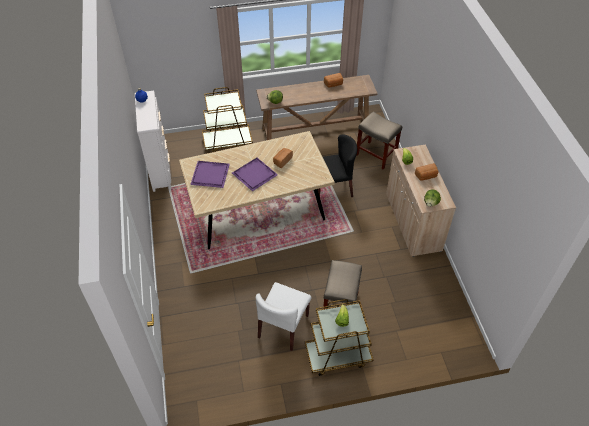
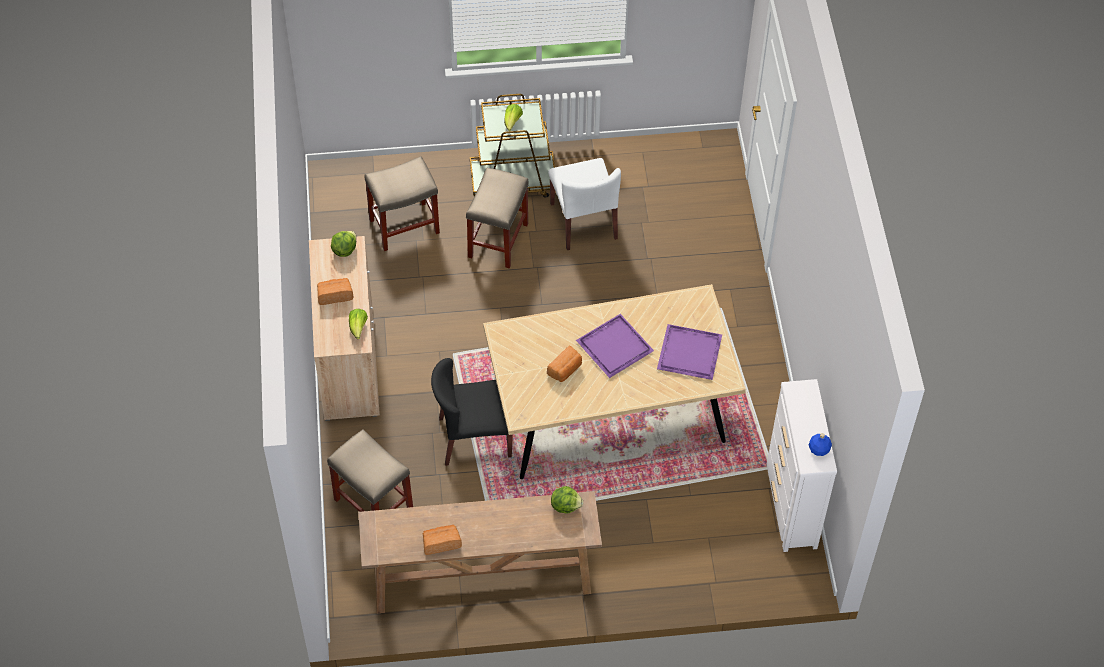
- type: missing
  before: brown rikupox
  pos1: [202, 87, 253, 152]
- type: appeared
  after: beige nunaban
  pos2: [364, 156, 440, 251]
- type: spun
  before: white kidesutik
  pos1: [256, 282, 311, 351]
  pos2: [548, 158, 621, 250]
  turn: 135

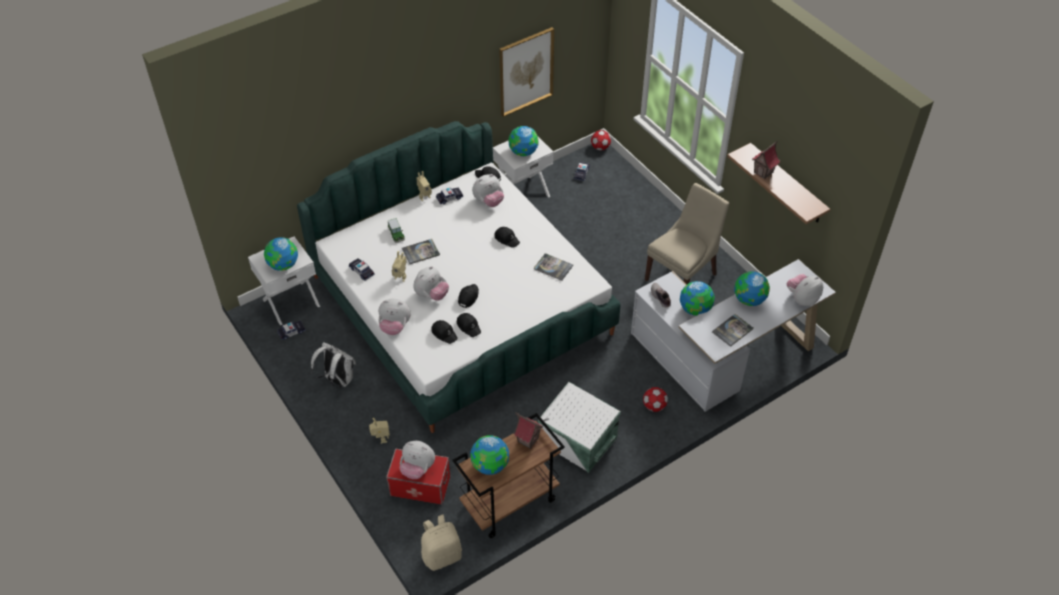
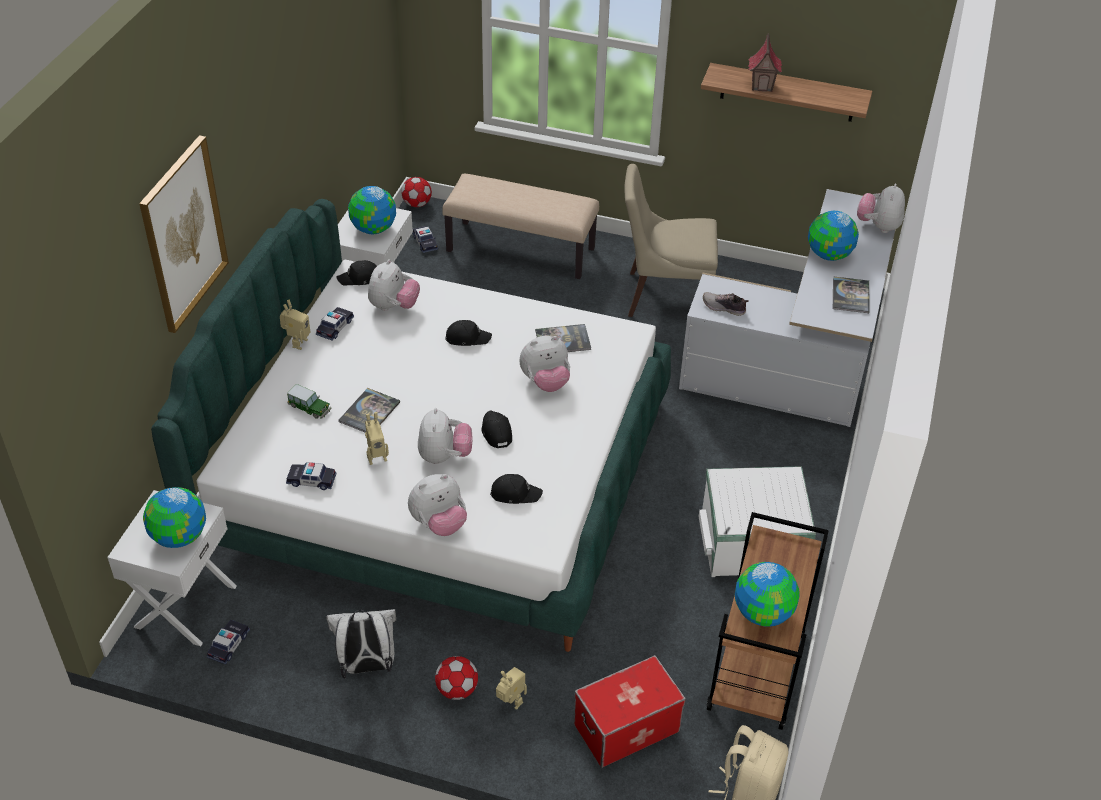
- type: missing
  before: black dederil
  pos1: [457, 313, 481, 337]
- type: missing
  before: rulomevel
  pos1: [513, 412, 543, 449]
- type: missing
  before: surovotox
  pos1: [680, 281, 715, 316]
- type: appeared
  after: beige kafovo
  pos2: [442, 173, 599, 279]
- type: relocated
  before: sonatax
  pos1: [399, 441, 435, 479]
  pos2: [519, 336, 570, 392]
- type: relocated
  before: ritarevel
  pos1: [499, 27, 554, 117]
  pos2: [139, 135, 229, 333]
- type: relocated
  before: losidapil
  pos1: [643, 387, 668, 412]
  pos2: [435, 656, 478, 700]
- type: spun
  before: beige kidesutik
  pos1: [645, 183, 729, 284]
  pos2: [625, 164, 718, 317]
  turn: -90

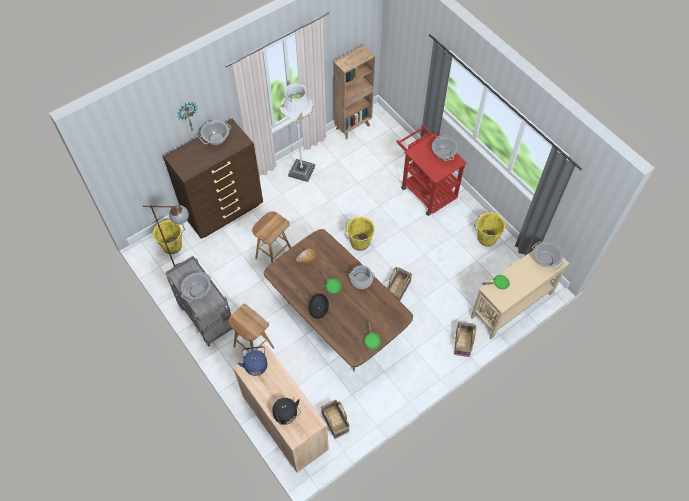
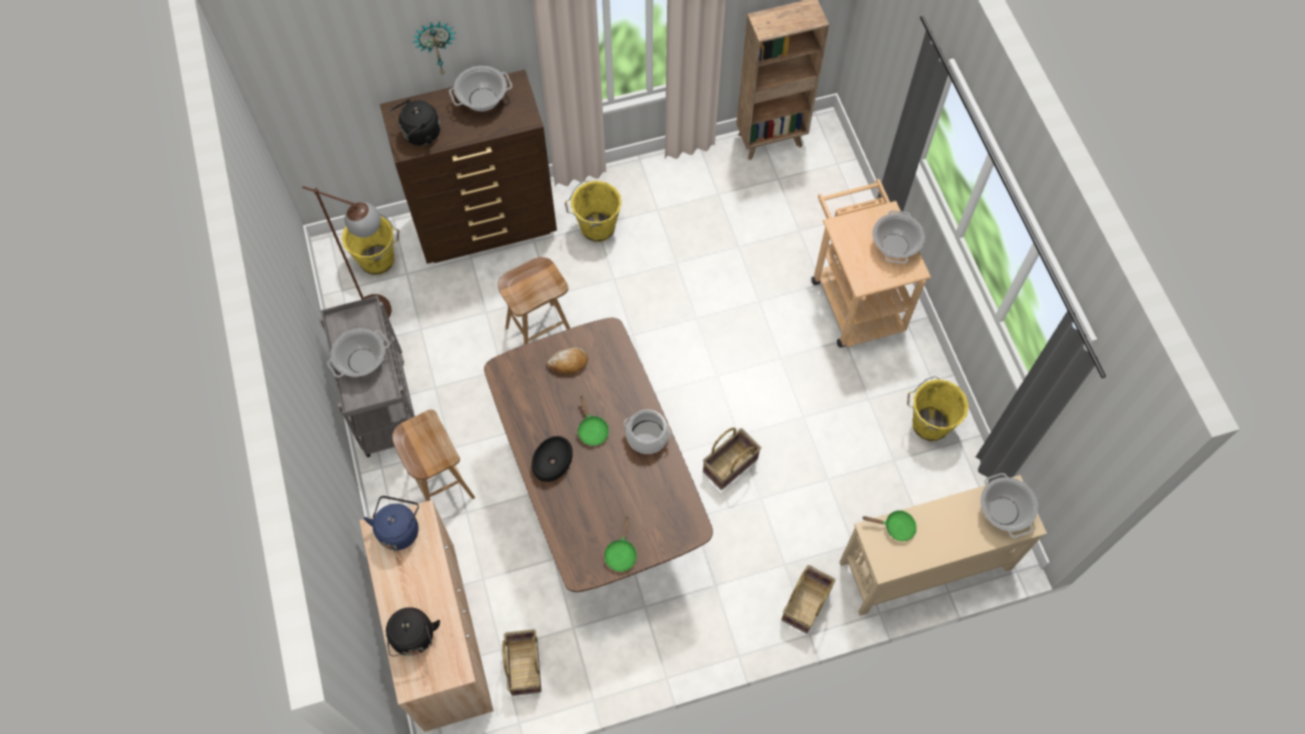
- type: missing
  before: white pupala
  pos1: [280, 83, 315, 182]
- type: appeared
  after: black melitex
  pos2: [390, 99, 440, 146]
- type: relocated
  before: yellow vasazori
  pos1: [344, 217, 375, 251]
  pos2: [565, 181, 622, 242]
- type: colour
  before: red rikupox
  after: beige rikupox
  pos1: [396, 125, 467, 216]
  pos2: [811, 179, 931, 348]

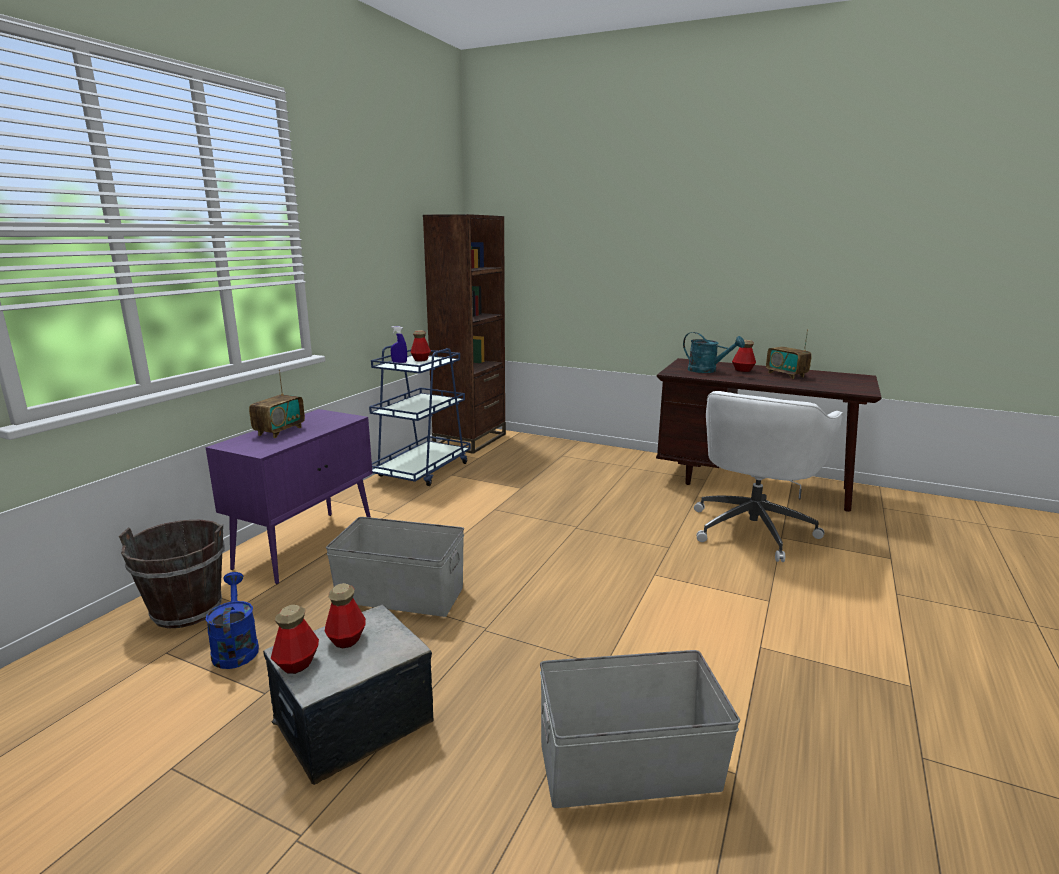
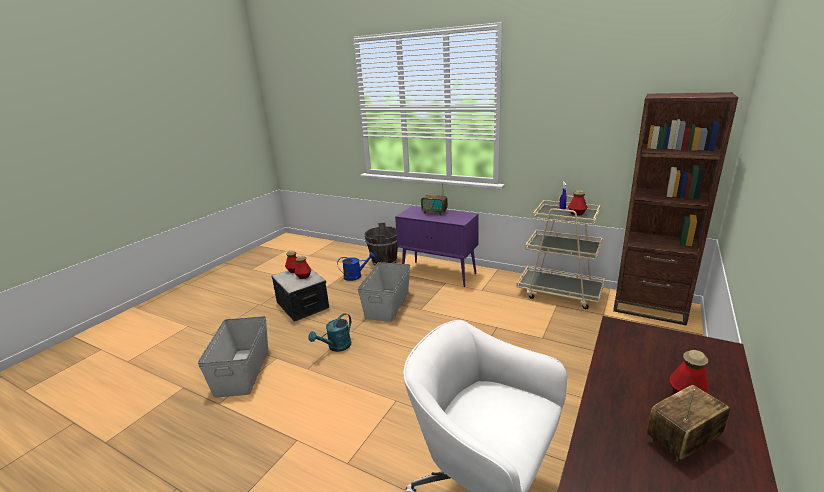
- type: relocated
  before: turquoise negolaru
  pos1: [683, 332, 745, 373]
  pos2: [309, 313, 351, 352]
- type: colour
  before: blue rikupox
  after: beige rikupox
  pos1: [369, 345, 471, 486]
  pos2: [517, 195, 605, 309]

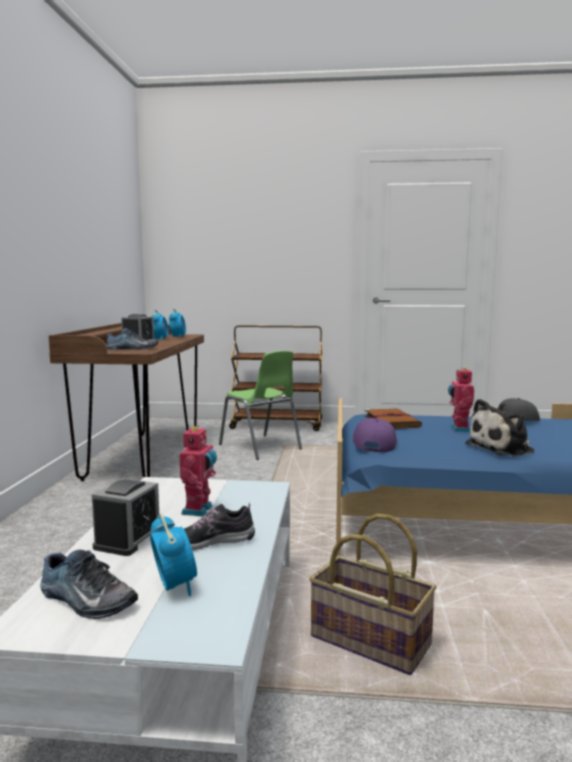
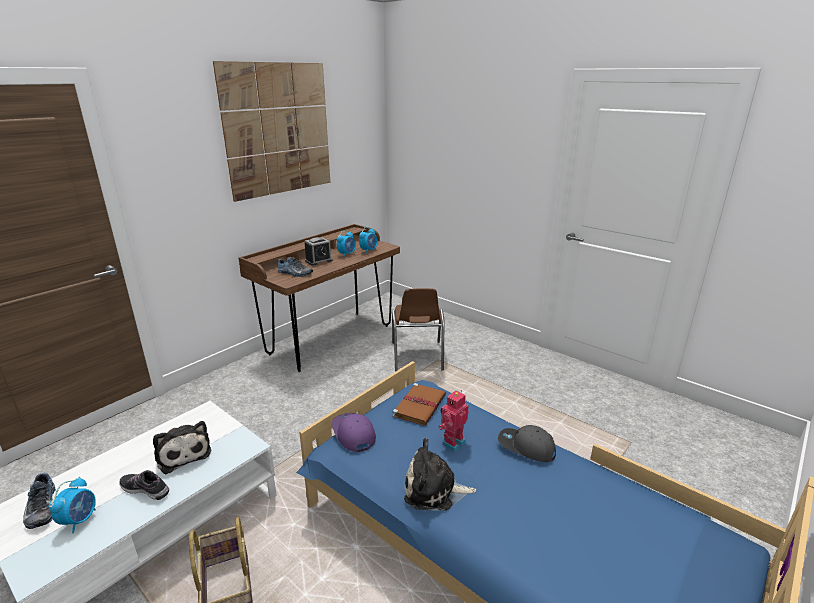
- type: missing
  before: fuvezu
  pos1: [92, 478, 159, 556]
- type: missing
  before: brown rikupox
  pos1: [229, 325, 322, 431]
- type: appeared
  after: ritarevel
  pos2: [213, 61, 330, 202]
- type: exchanged
  before: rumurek
  after: sonatax
  pos1: [179, 425, 217, 517]
  pos2: [153, 421, 211, 474]
- type: colour
  before: green kidesutik
  after: brown kidesutik
  pos1: [219, 351, 302, 460]
  pos2: [392, 288, 444, 372]
- type: spun
  before: purple dederil
  pos1: [353, 418, 397, 452]
  pos2: [332, 413, 376, 452]
  turn: -75

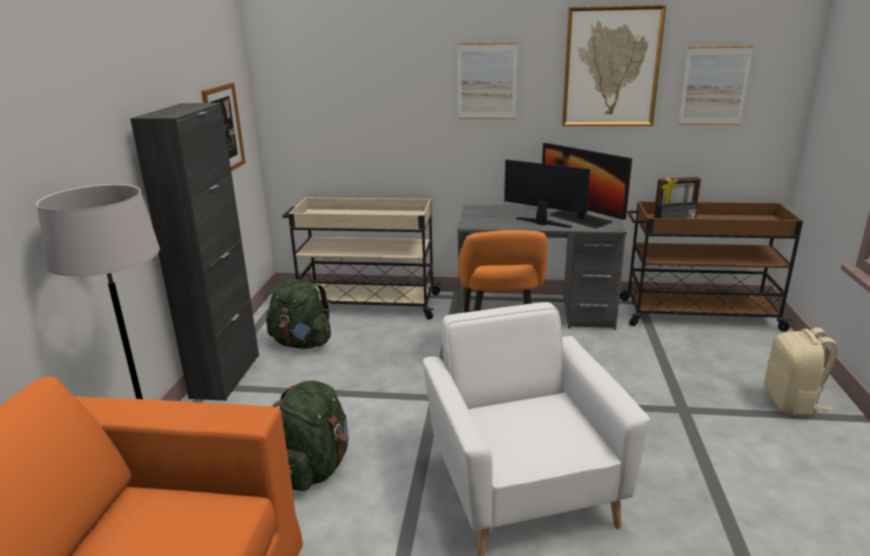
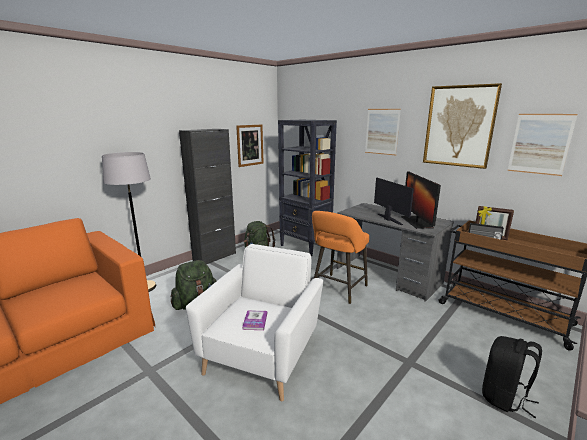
- type: appeared
  after: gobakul
  pos2: [242, 310, 267, 330]
- type: exchanged
  before: beige rikupox
  after: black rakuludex
  pos1: [282, 198, 441, 320]
  pos2: [278, 120, 337, 257]
- type: colour
  before: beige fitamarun
  after: black fitamarun
  pos1: [764, 328, 838, 416]
  pos2: [482, 336, 542, 418]

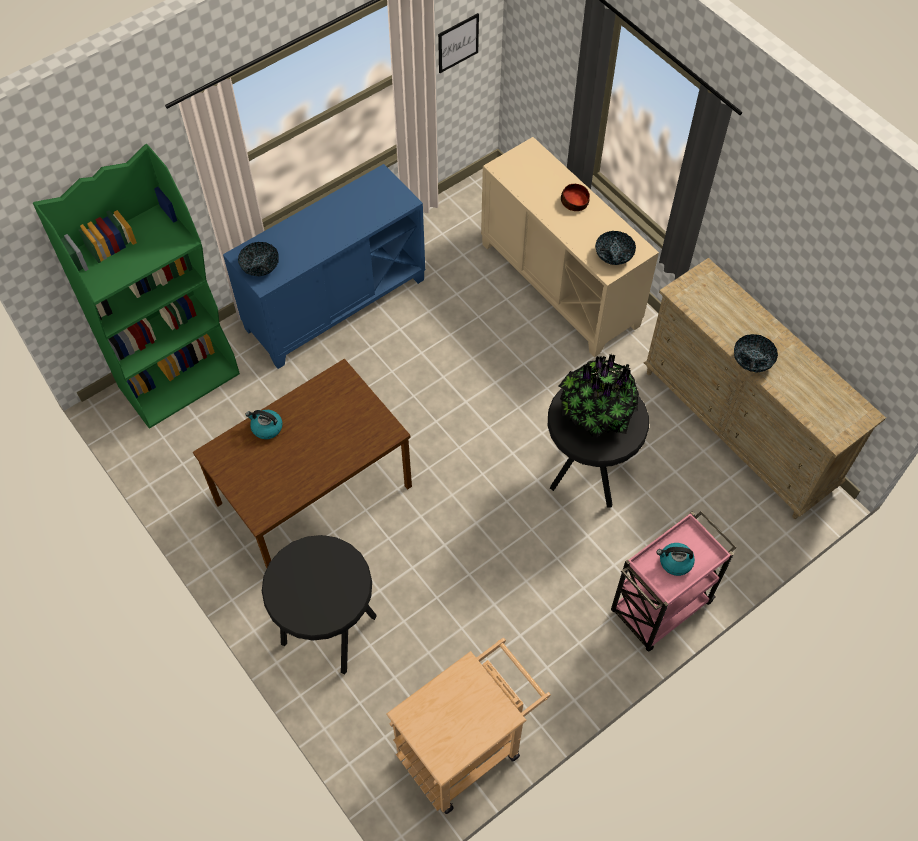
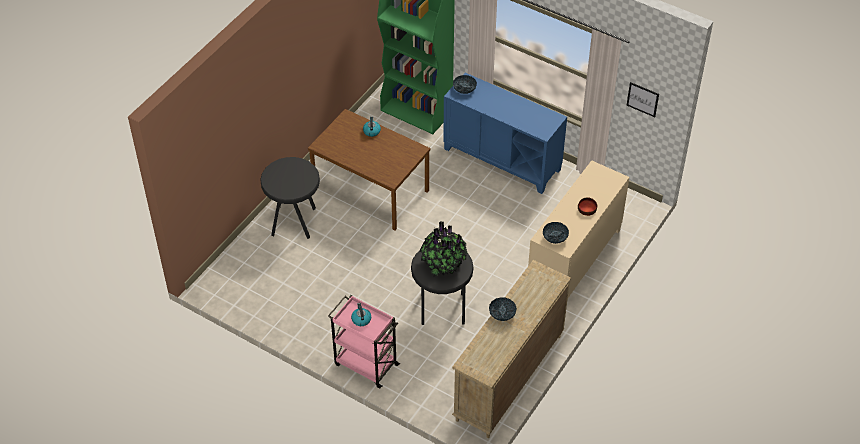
- type: missing
  before: beige rikupox
  pos1: [386, 638, 551, 814]

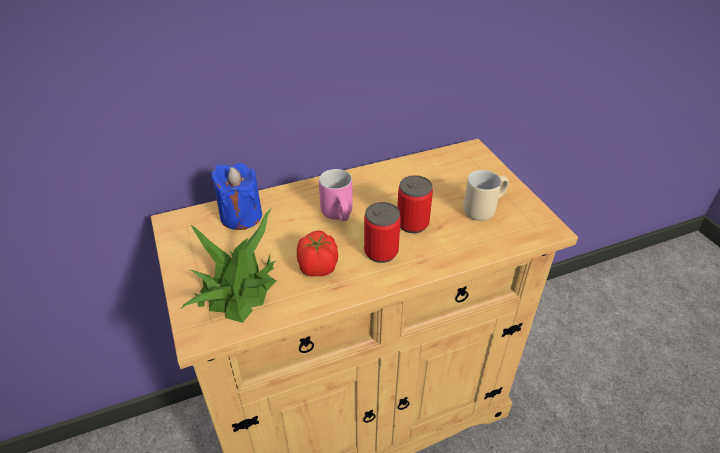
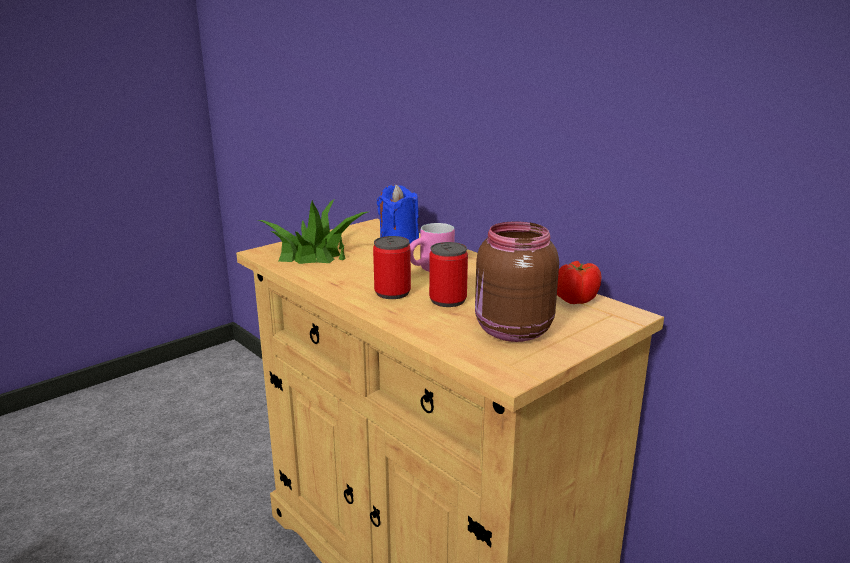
- type: relocated
  before: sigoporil
  pos1: [297, 231, 338, 277]
  pos2: [557, 261, 602, 304]
- type: exchanged
  before: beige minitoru
  after: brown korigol
  pos1: [463, 170, 509, 221]
  pos2: [475, 221, 559, 342]

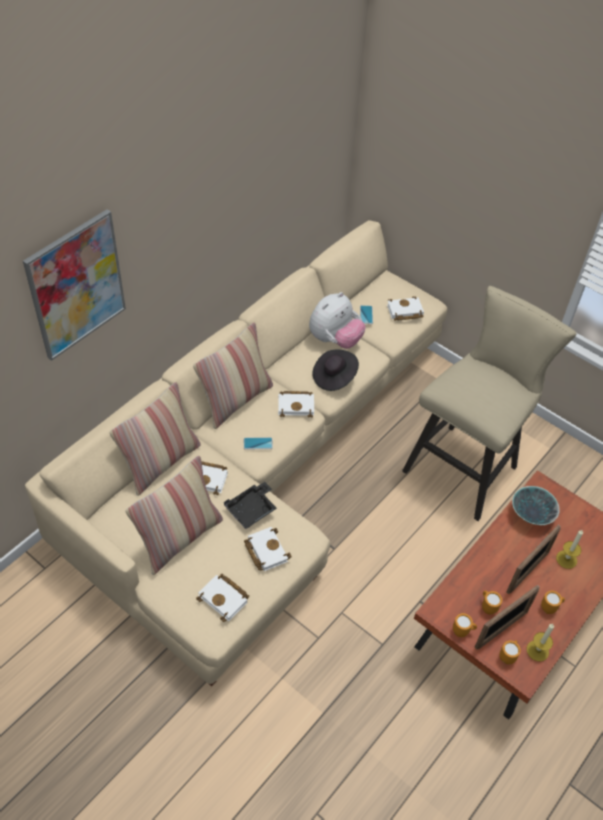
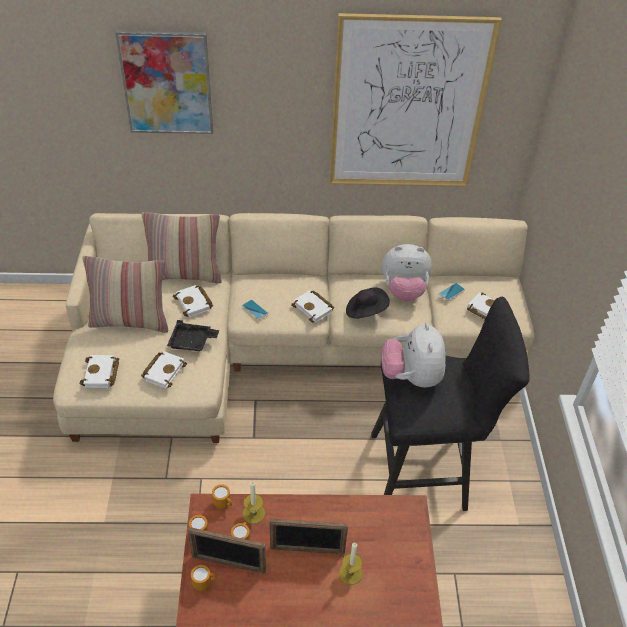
- type: missing
  before: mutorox
  pos1: [193, 323, 273, 429]
- type: missing
  before: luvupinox
  pos1: [512, 486, 560, 525]
- type: appeared
  after: ritarevel
  pos2: [329, 13, 502, 187]
- type: appeared
  after: sonatax
  pos2: [381, 323, 446, 387]
- type: relocated
  before: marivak
  pos1: [527, 624, 554, 661]
  pos2: [243, 480, 265, 524]
- type: relocated
  before: orange minitoru
  pos1: [541, 591, 565, 614]
  pos2: [212, 484, 232, 509]
- type: colour
  before: beige nunaban
  after: black nunaban
  pos1: [402, 286, 576, 521]
  pos2: [371, 297, 529, 511]

